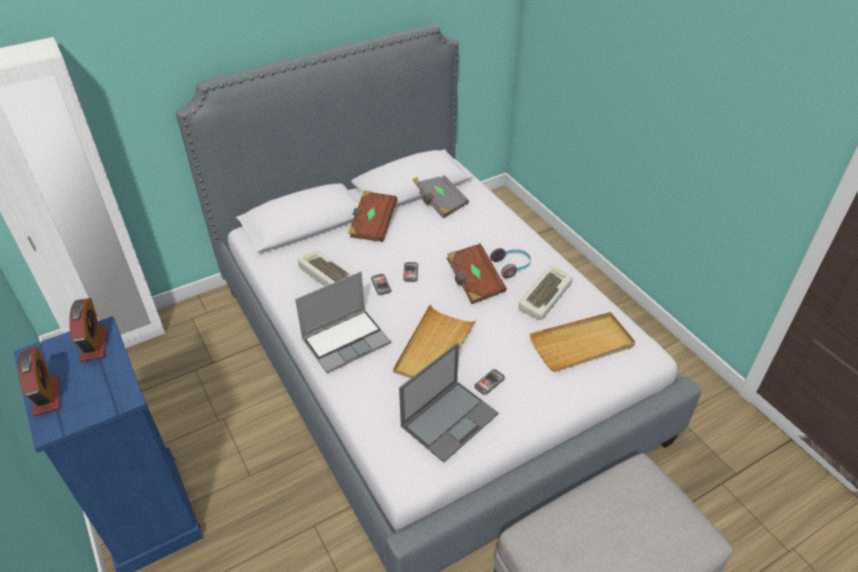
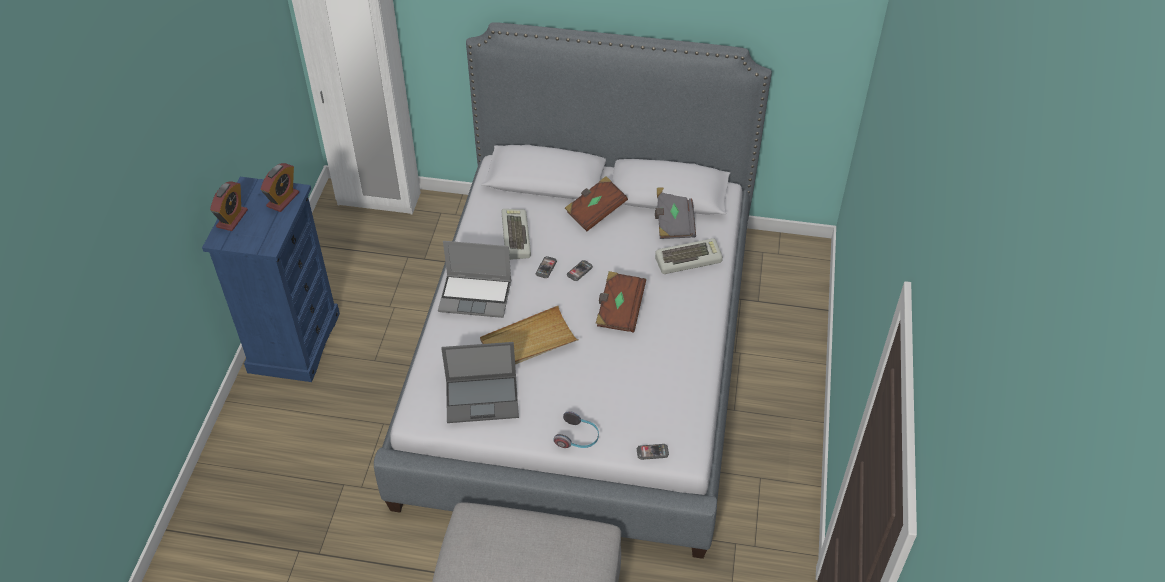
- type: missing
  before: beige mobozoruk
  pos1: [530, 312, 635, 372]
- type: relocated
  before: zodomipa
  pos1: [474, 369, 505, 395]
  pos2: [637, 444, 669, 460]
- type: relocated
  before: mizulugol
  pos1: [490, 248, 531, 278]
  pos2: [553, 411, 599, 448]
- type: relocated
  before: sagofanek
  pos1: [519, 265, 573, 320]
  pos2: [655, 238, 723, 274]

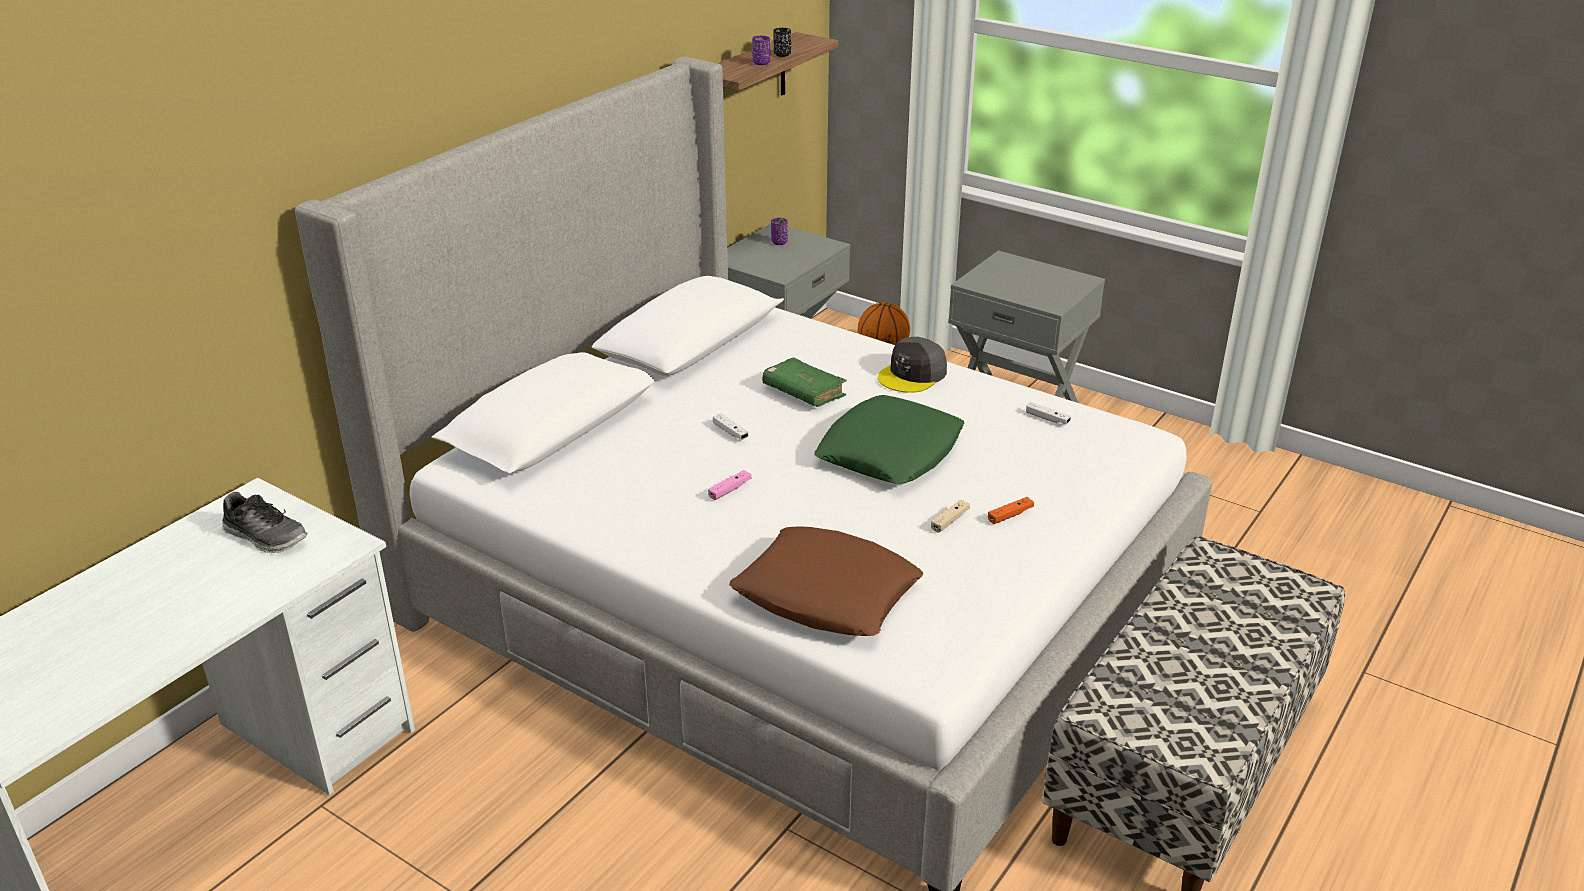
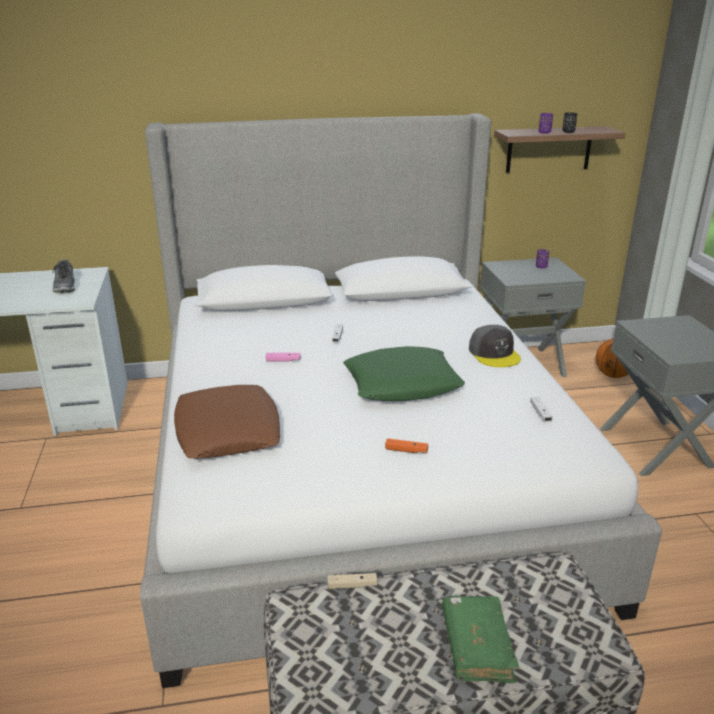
- type: relocated
  before: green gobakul
  pos1: [762, 357, 847, 407]
  pos2: [442, 596, 519, 683]
- type: relocated
  before: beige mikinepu
  pos1: [931, 500, 970, 533]
  pos2: [327, 573, 377, 589]
- type: spun
  before: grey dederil
  pos1: [878, 337, 947, 393]
  pos2: [469, 325, 521, 367]
  turn: -105

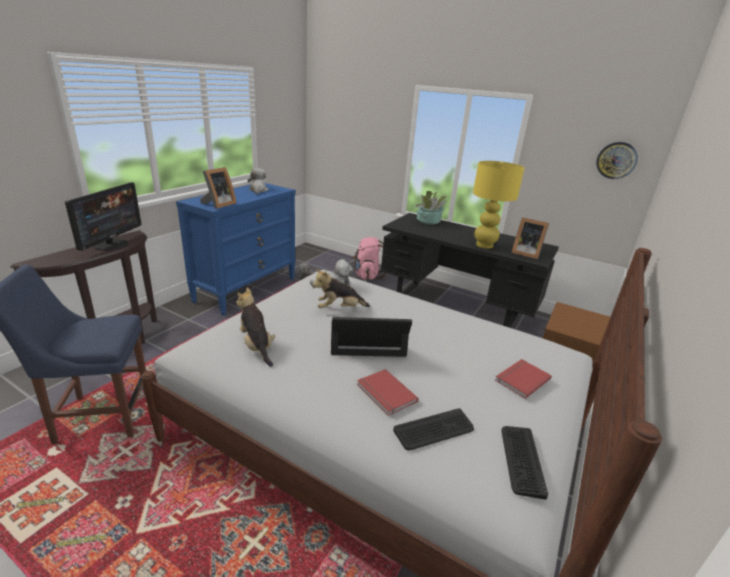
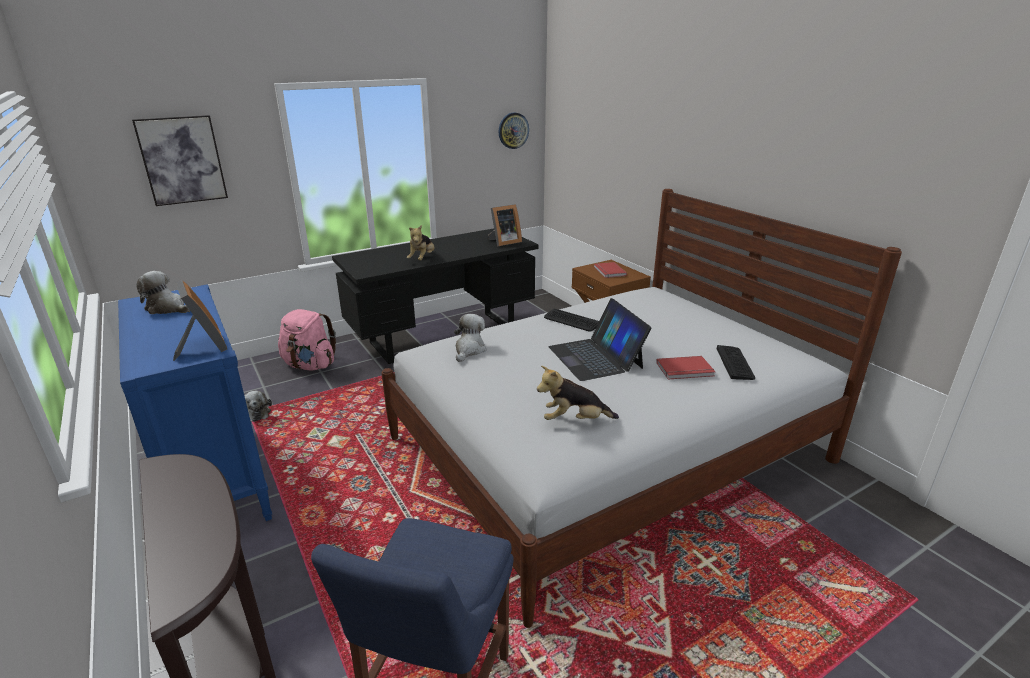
- type: missing
  before: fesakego
  pos1: [65, 182, 141, 251]
- type: missing
  before: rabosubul
  pos1: [415, 191, 447, 225]
- type: missing
  before: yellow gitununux
  pos1: [473, 161, 524, 249]
- type: appeared
  after: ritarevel
  pos2: [132, 115, 228, 206]
- type: relocated
  before: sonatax
  pos1: [313, 269, 370, 308]
  pos2: [407, 225, 434, 260]
- type: relocated
  before: red gobakul
  pos1: [495, 359, 552, 399]
  pos2: [594, 262, 627, 278]
- type: relocated
  before: sagofanek
  pos1: [501, 426, 548, 500]
  pos2: [544, 309, 599, 331]
- type: spun
  before: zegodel
  pos1: [331, 317, 412, 357]
  pos2: [549, 298, 651, 381]
  turn: -45

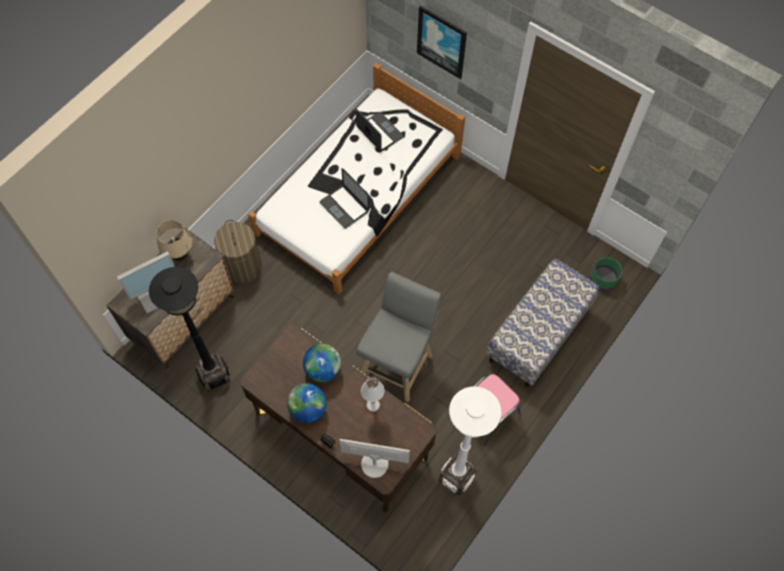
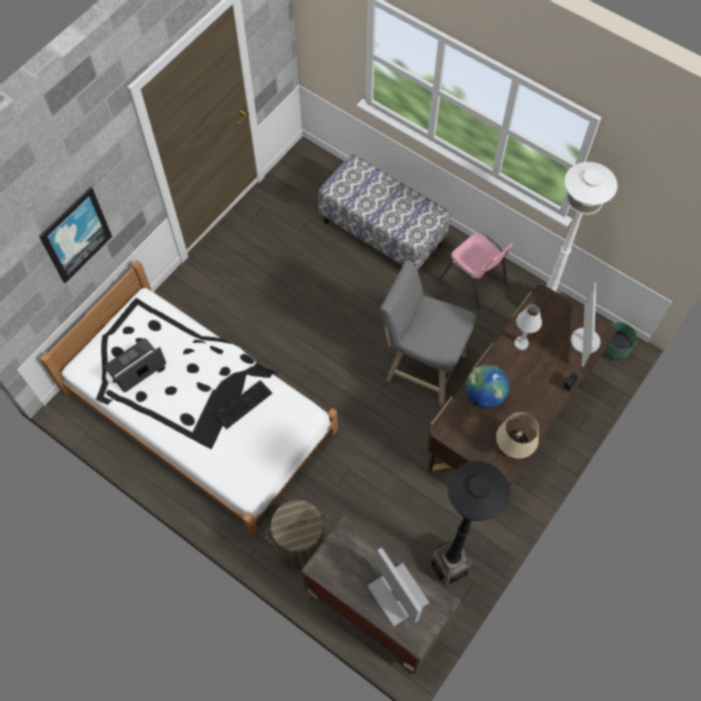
- type: missing
  before: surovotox
  pos1: [287, 383, 327, 423]
- type: relocated
  before: beige gitununux
  pos1: [156, 220, 192, 261]
  pos2: [496, 412, 539, 458]
- type: relocated
  before: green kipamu
  pos1: [590, 257, 622, 291]
  pos2: [603, 322, 637, 360]
- type: exchanged
  before: zegodel
  after: sagofanek
  pos1: [320, 168, 369, 229]
  pos2: [215, 380, 273, 430]

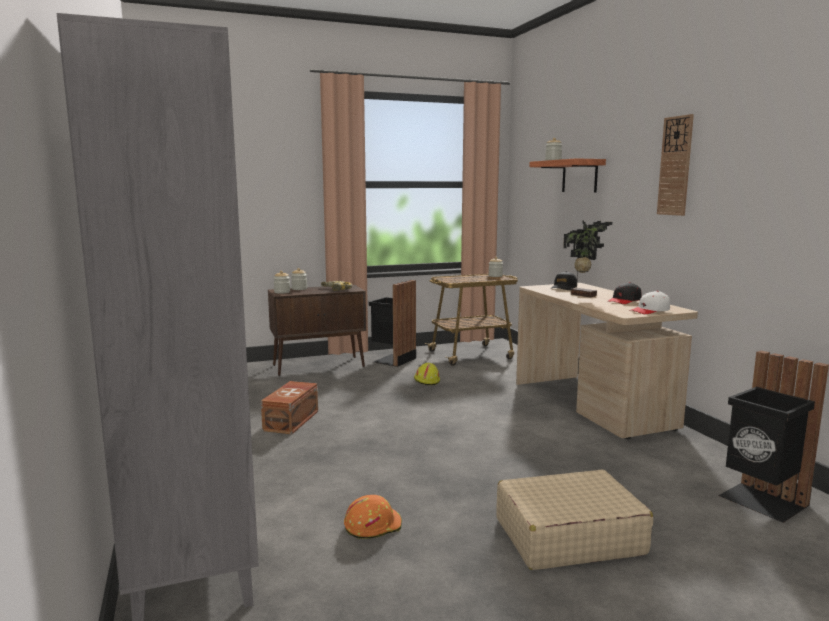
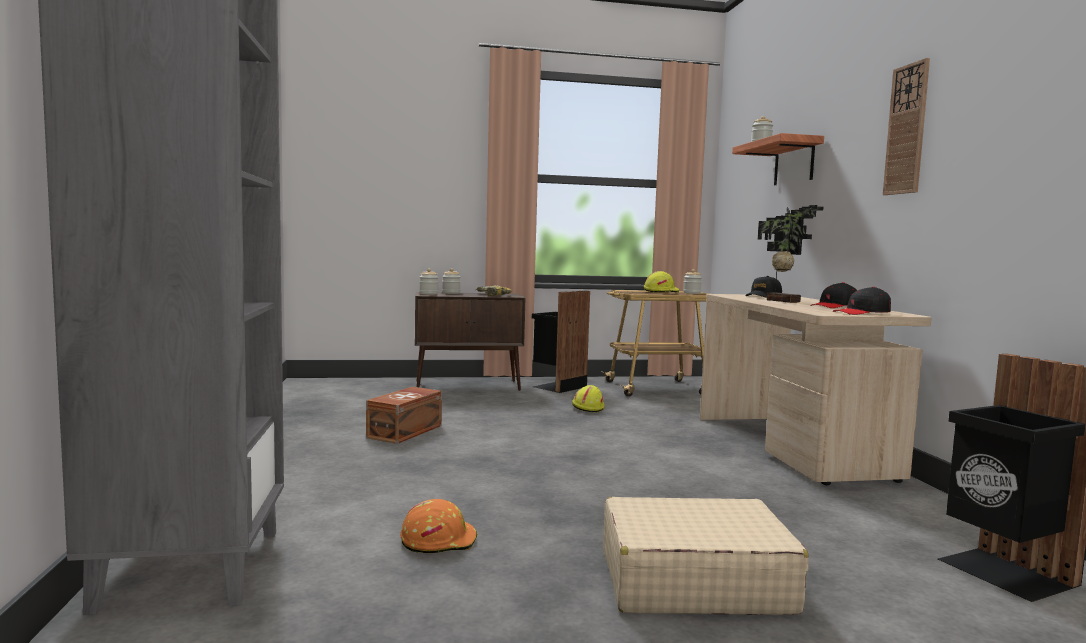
- type: appeared
  after: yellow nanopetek
  pos2: [644, 271, 679, 293]
- type: colour
  before: white dederil
  after: black dederil
  pos1: [629, 291, 670, 314]
  pos2: [833, 287, 891, 315]

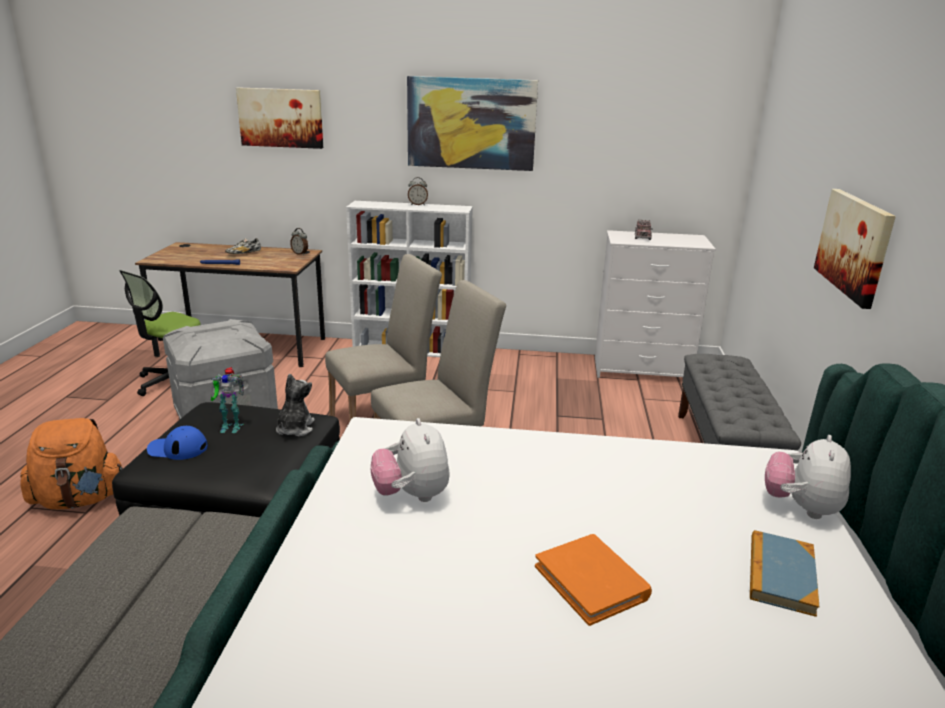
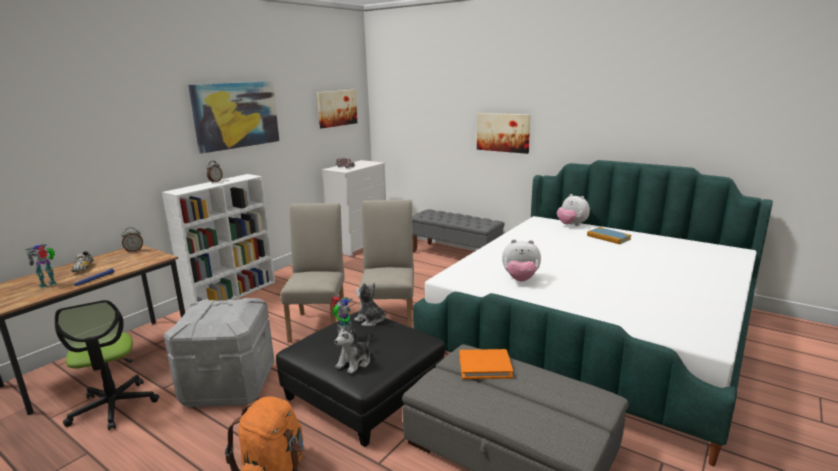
- type: appeared
  after: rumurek
  pos2: [26, 244, 59, 289]
- type: relocated
  before: ritarevel
  pos1: [236, 87, 323, 149]
  pos2: [317, 90, 357, 128]
- type: relocated
  before: orange gobakul
  pos1: [535, 534, 652, 626]
  pos2: [459, 349, 513, 379]
- type: exchanged
  before: blue dederil
  after: sonatax
  pos1: [147, 426, 208, 460]
  pos2: [335, 323, 370, 374]

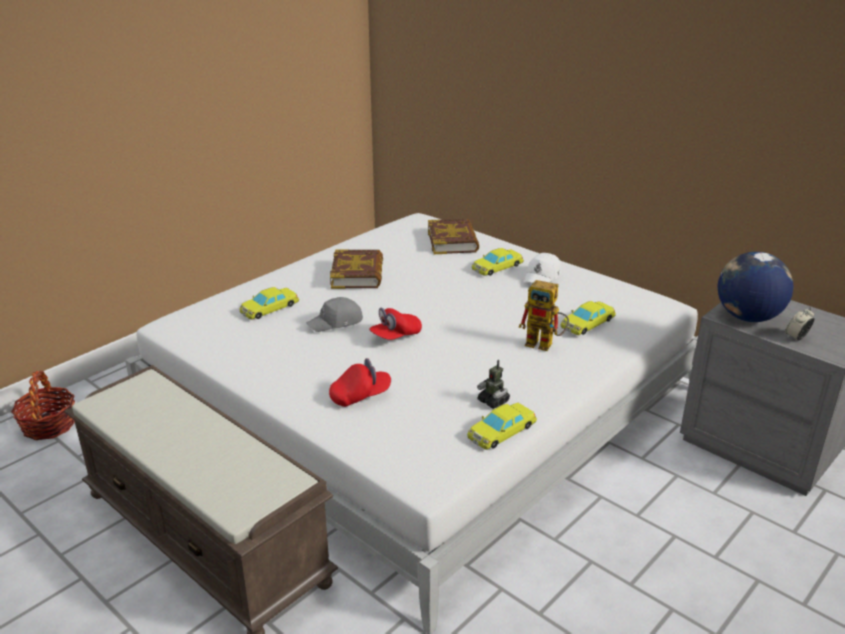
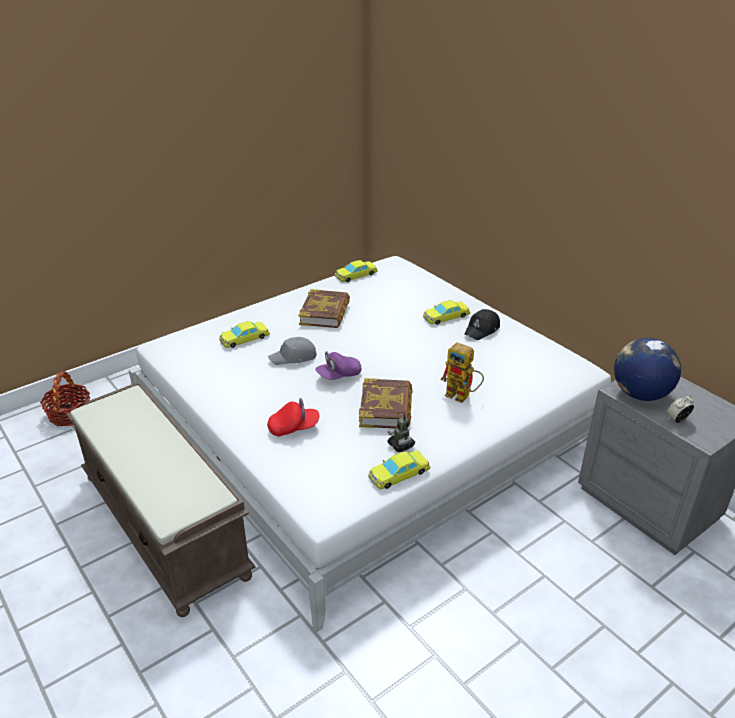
- type: relocated
  before: gobakul
  pos1: [428, 219, 479, 254]
  pos2: [359, 378, 412, 428]
- type: relocated
  before: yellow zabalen
  pos1: [561, 301, 616, 335]
  pos2: [335, 260, 378, 282]
- type: colour
  before: red dederil
  after: purple dederil
  pos1: [369, 308, 422, 340]
  pos2: [315, 351, 361, 380]
- type: colour
  before: white dederil
  after: black dederil
  pos1: [525, 253, 561, 283]
  pos2: [464, 309, 500, 340]

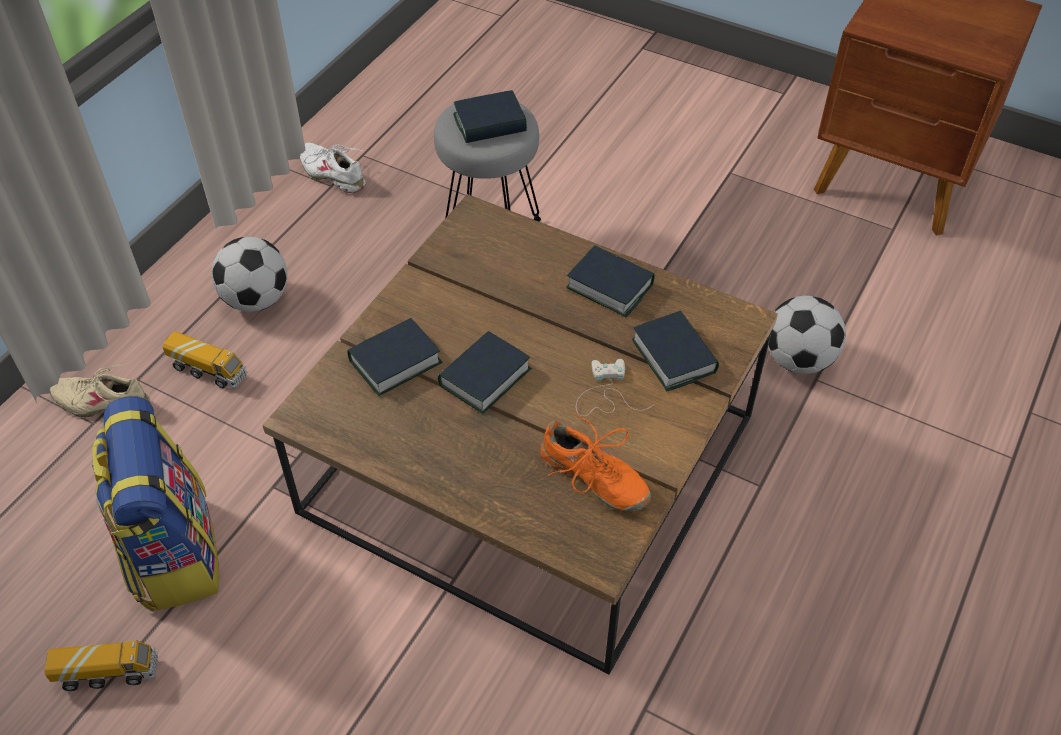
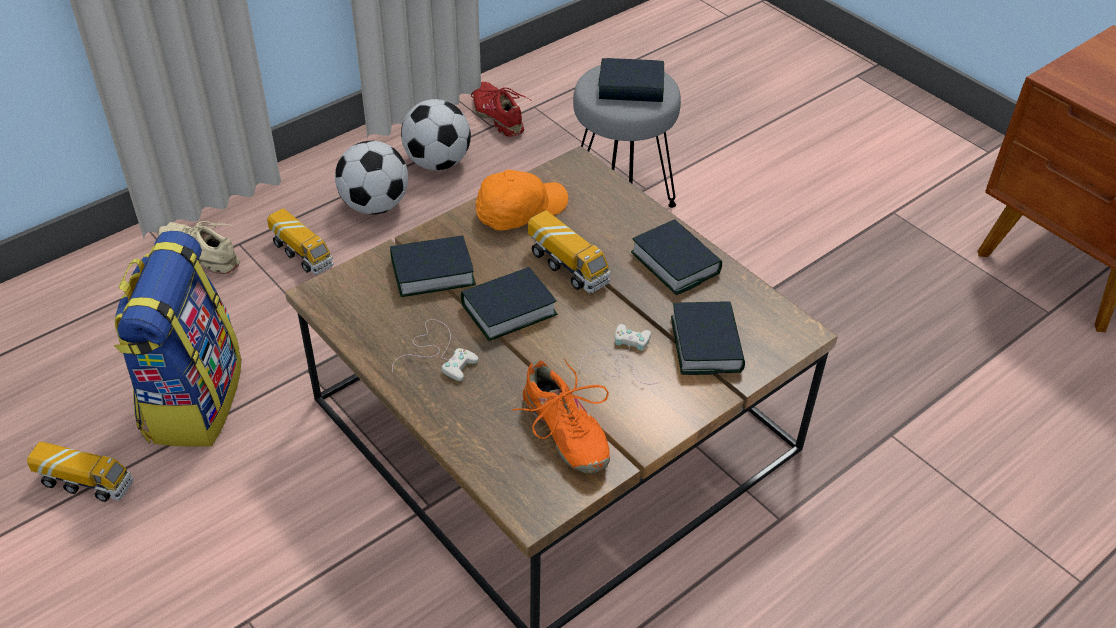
- type: appeared
  after: white mikinepu
  pos2: [392, 319, 479, 381]
- type: appeared
  after: orange dederil
  pos2: [475, 170, 568, 231]
- type: appeared
  after: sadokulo
  pos2: [528, 210, 611, 293]
- type: relocated
  before: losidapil
  pos1: [768, 296, 846, 374]
  pos2: [401, 99, 471, 170]
- type: colour
  before: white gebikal
  after: red gebikal
  pos1: [300, 142, 366, 193]
  pos2: [471, 82, 530, 137]

